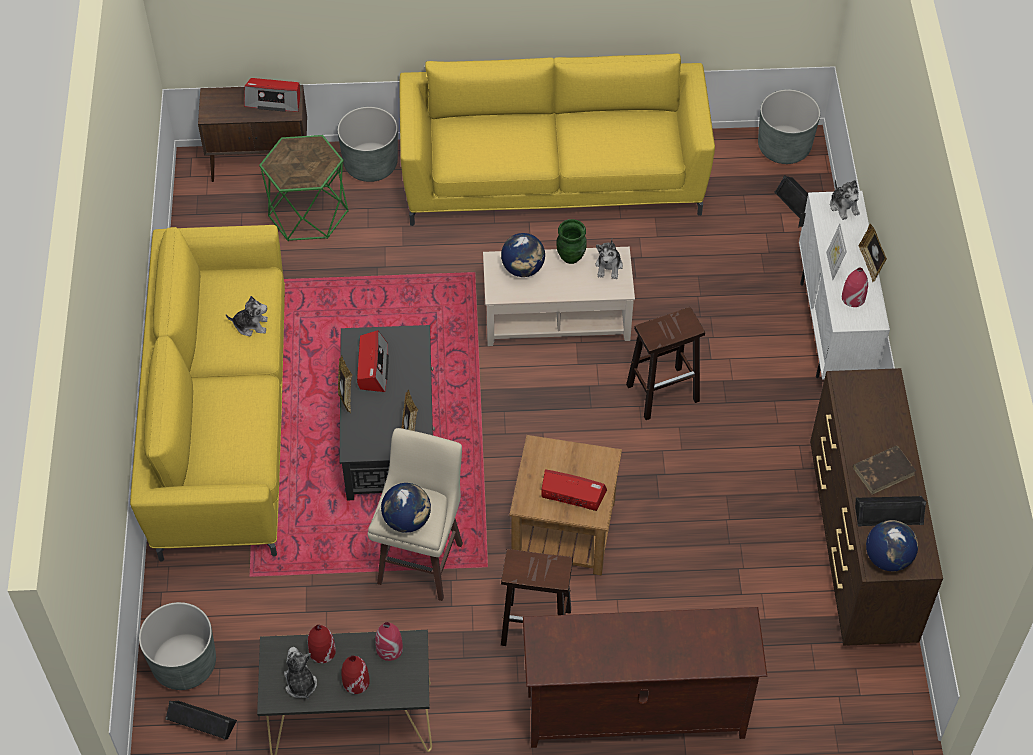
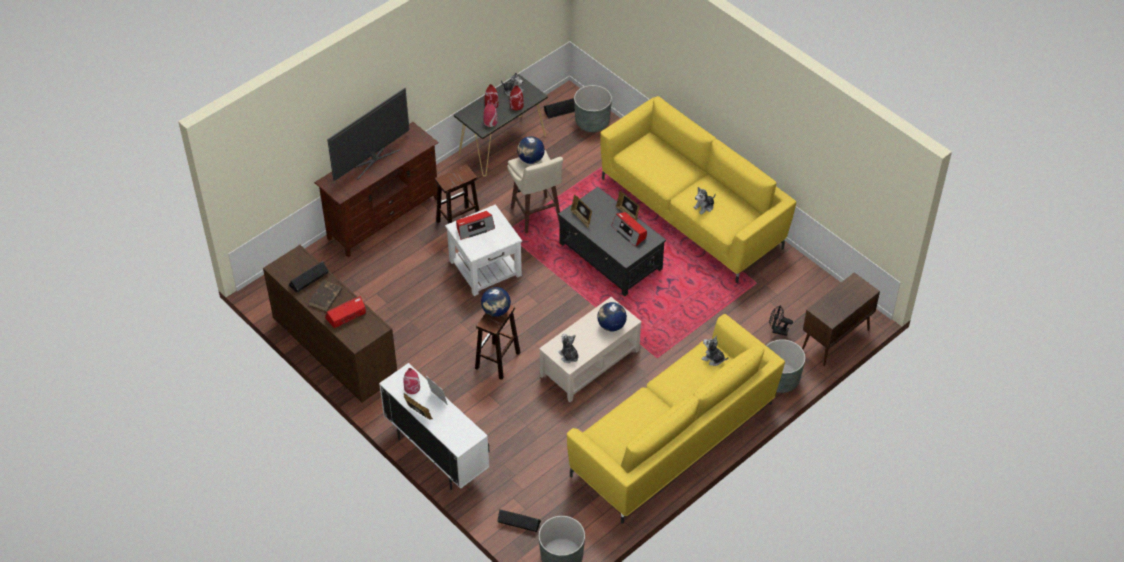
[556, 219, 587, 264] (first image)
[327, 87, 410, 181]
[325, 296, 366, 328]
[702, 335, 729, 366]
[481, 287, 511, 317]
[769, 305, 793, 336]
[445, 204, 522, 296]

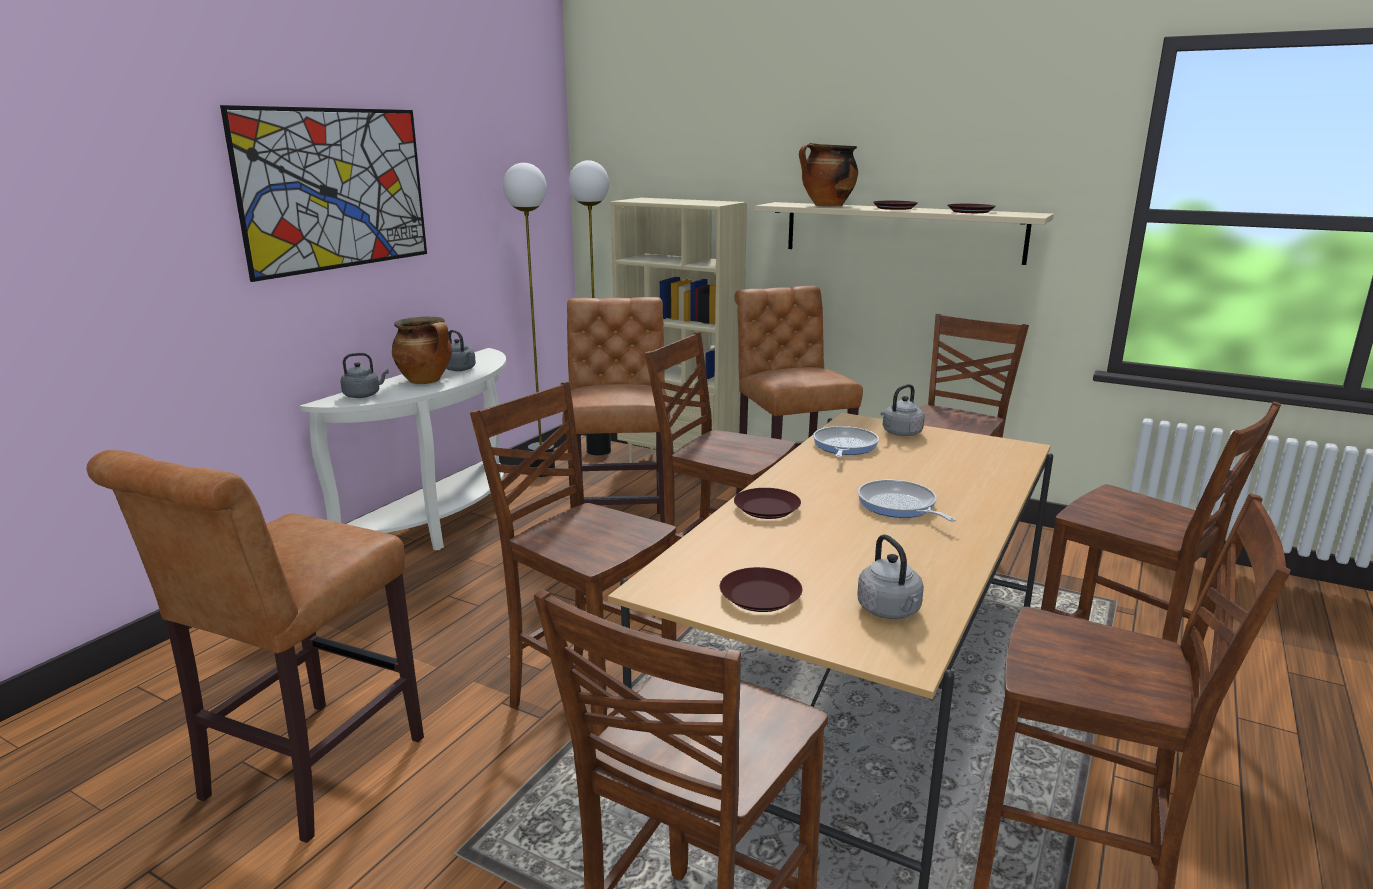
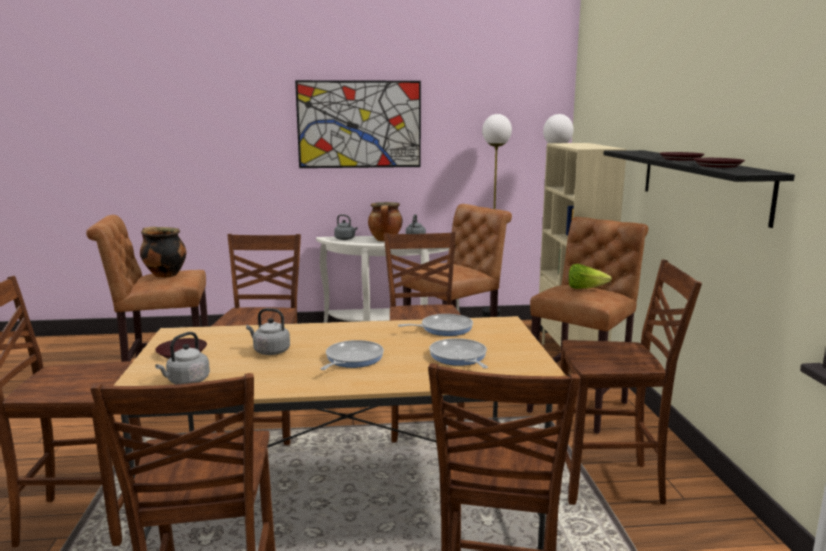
[734, 488, 801, 519] (first image)
[429, 338, 488, 369]
[568, 264, 612, 289]
[140, 227, 186, 278]
[246, 308, 290, 355]
[603, 150, 795, 228]

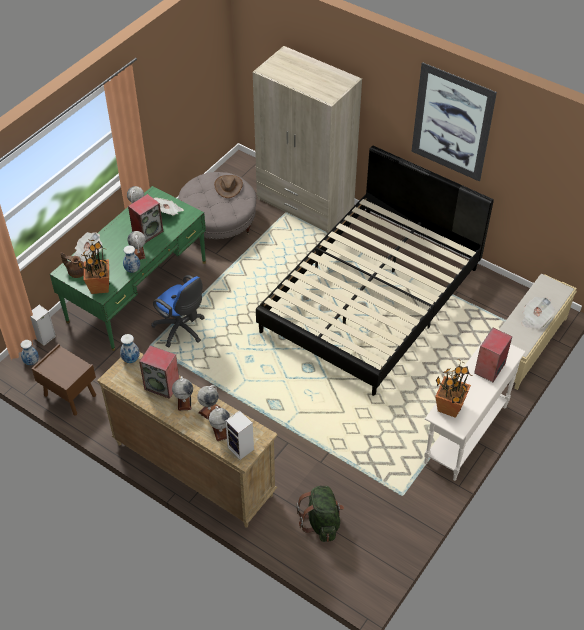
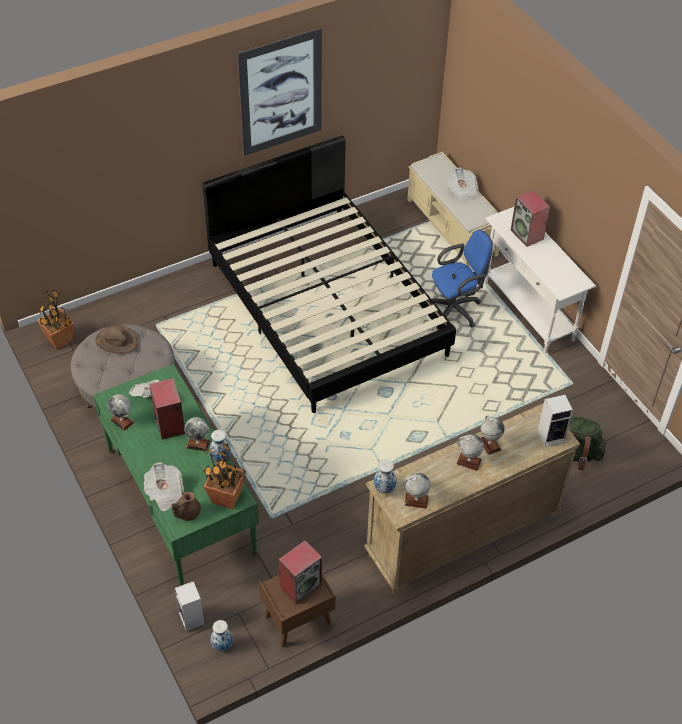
[253, 46, 362, 233] (first image)
[278, 540, 322, 604]
[432, 230, 493, 330]
[404, 473, 431, 508]
[37, 290, 74, 349]

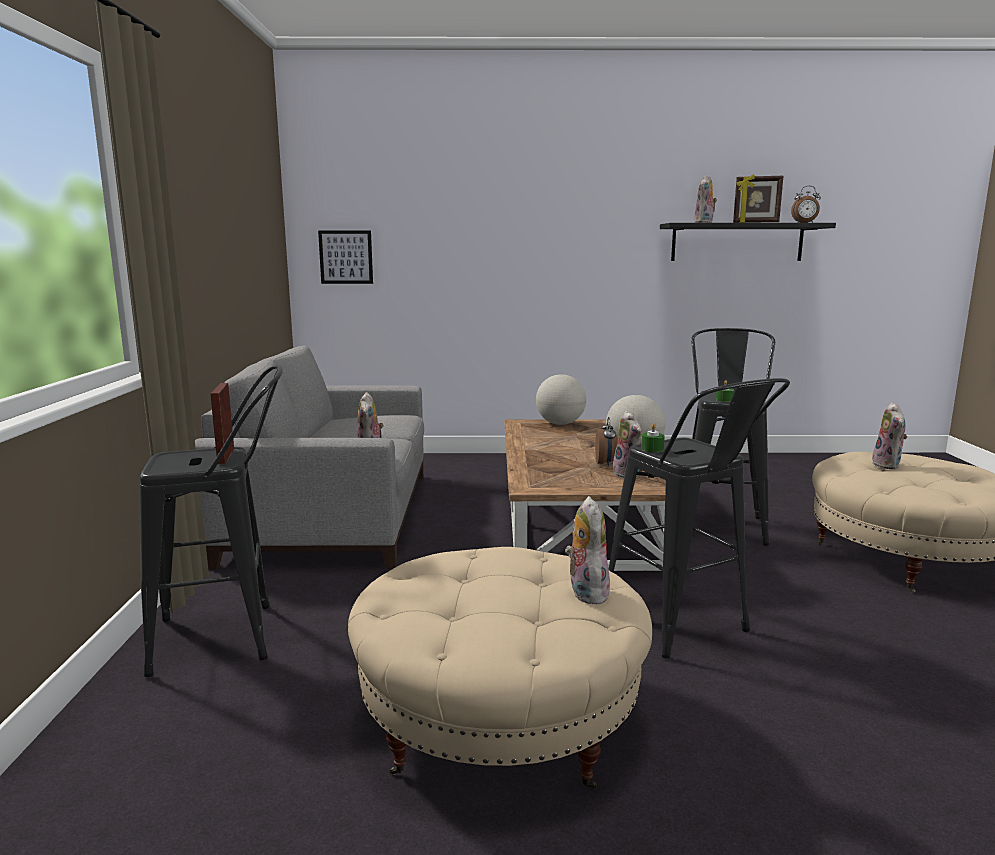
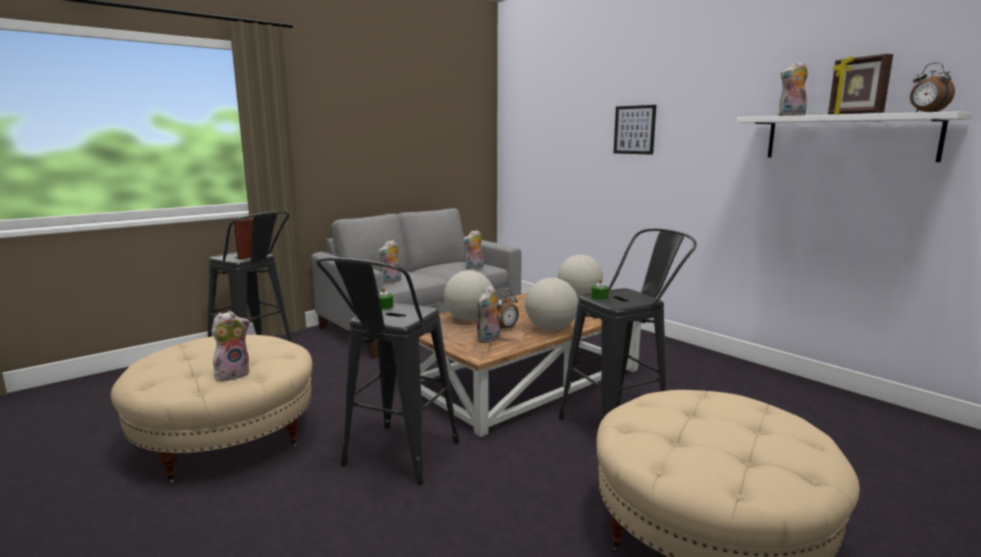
[444, 270, 492, 321]
[614, 105, 656, 155]
[463, 230, 484, 270]
[737, 111, 972, 162]

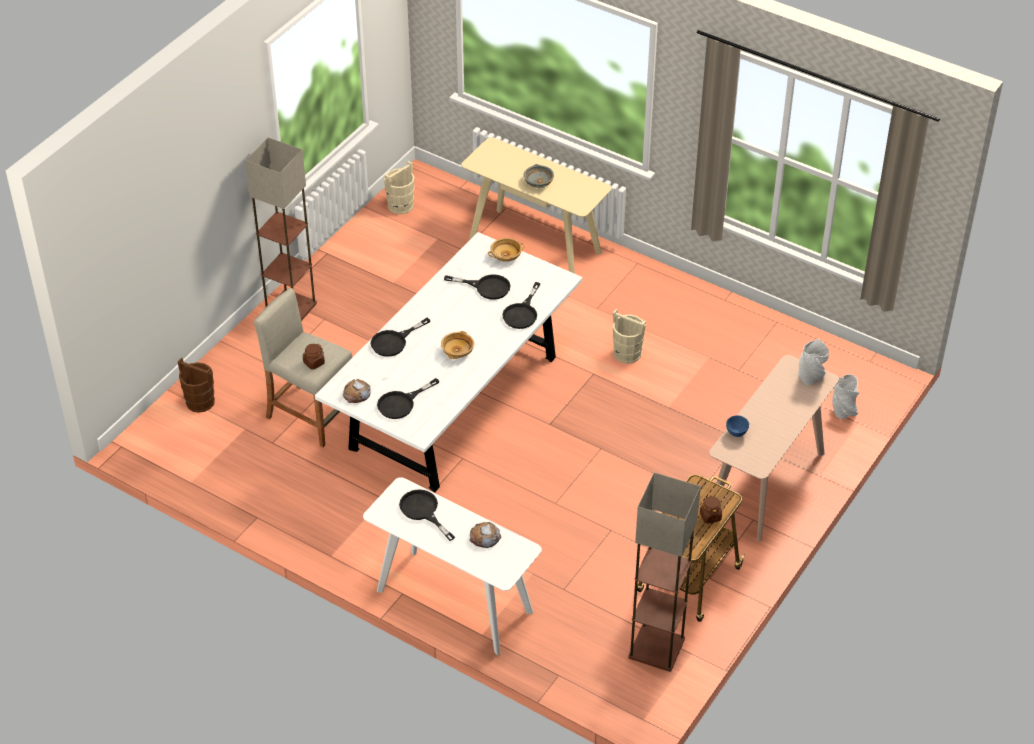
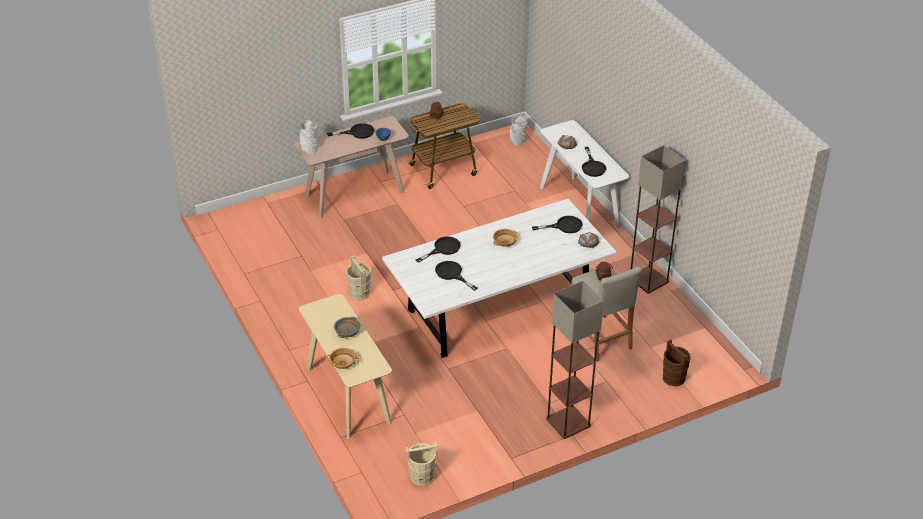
[327, 123, 374, 139]
[326, 348, 359, 369]
[631, 145, 686, 294]
[510, 116, 527, 146]

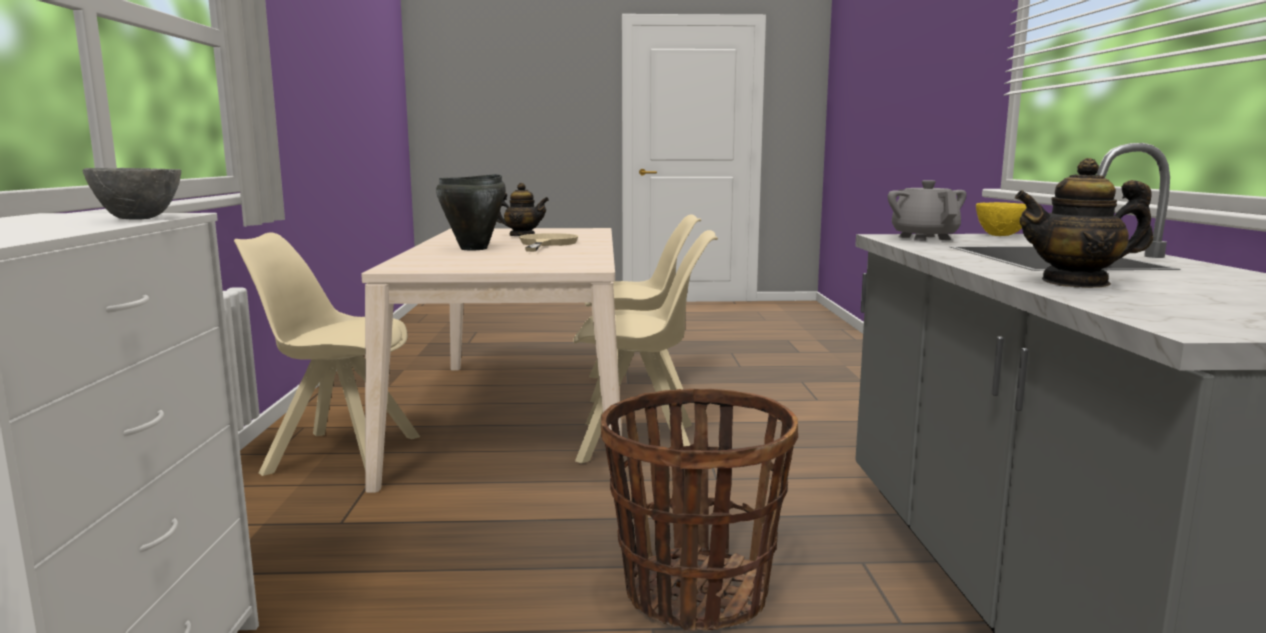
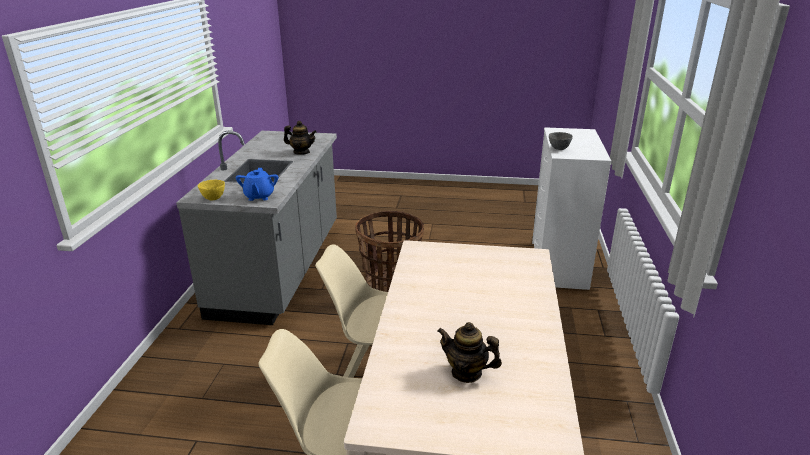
[234, 233, 420, 476] (first image)
[436, 174, 506, 250] (first image)
[519, 233, 579, 252] (first image)
[236, 168, 278, 201]

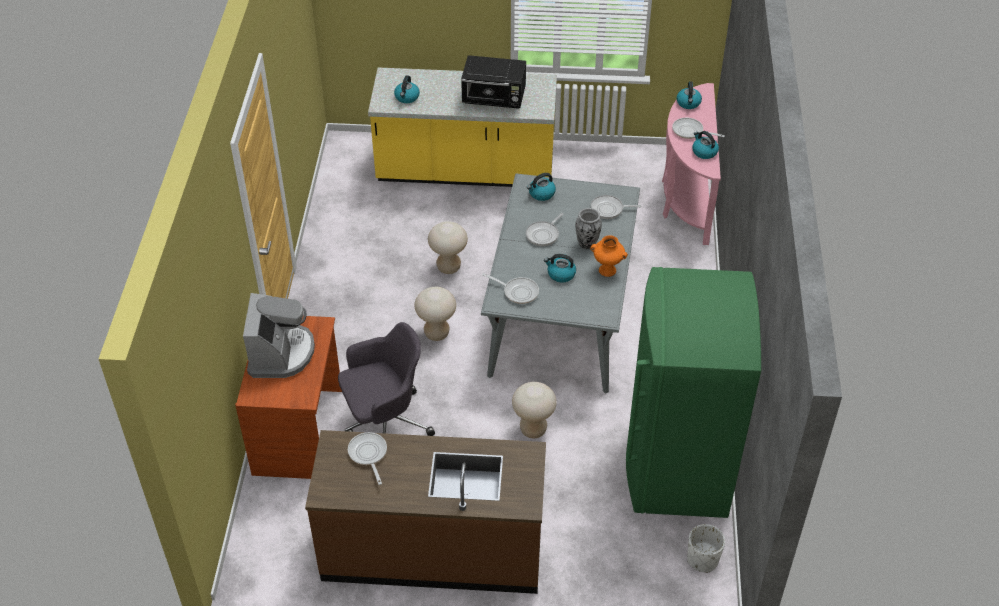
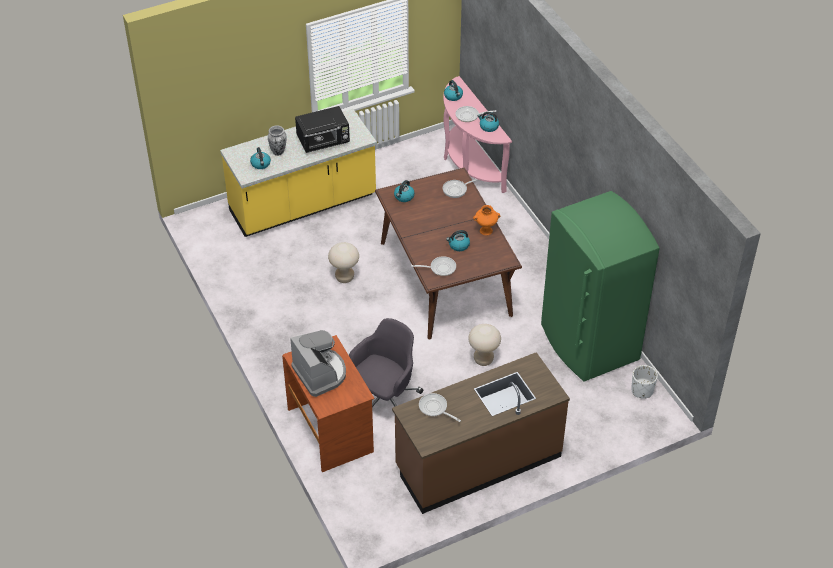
[415, 287, 456, 341] (first image)
[526, 213, 563, 246] (first image)
[268, 125, 286, 156]
[375, 167, 522, 340]

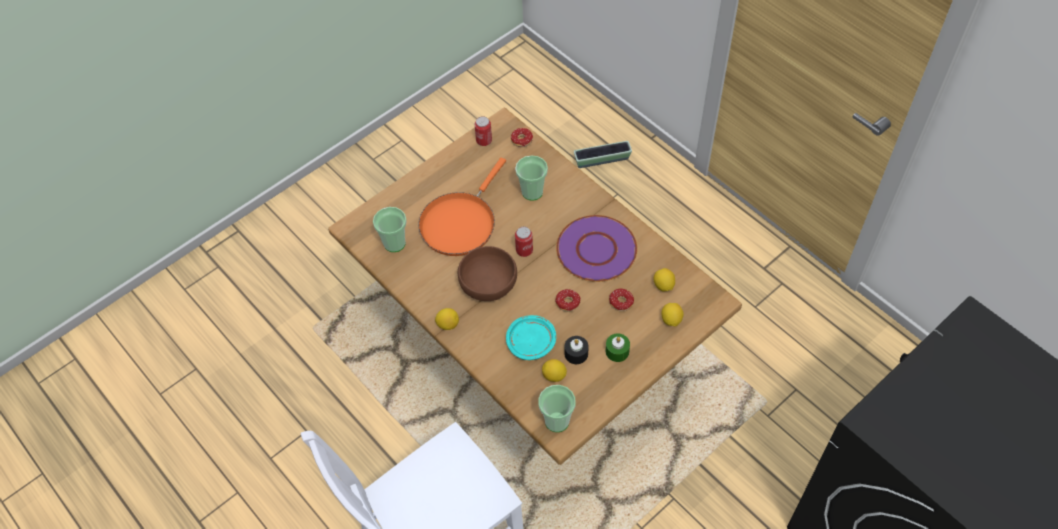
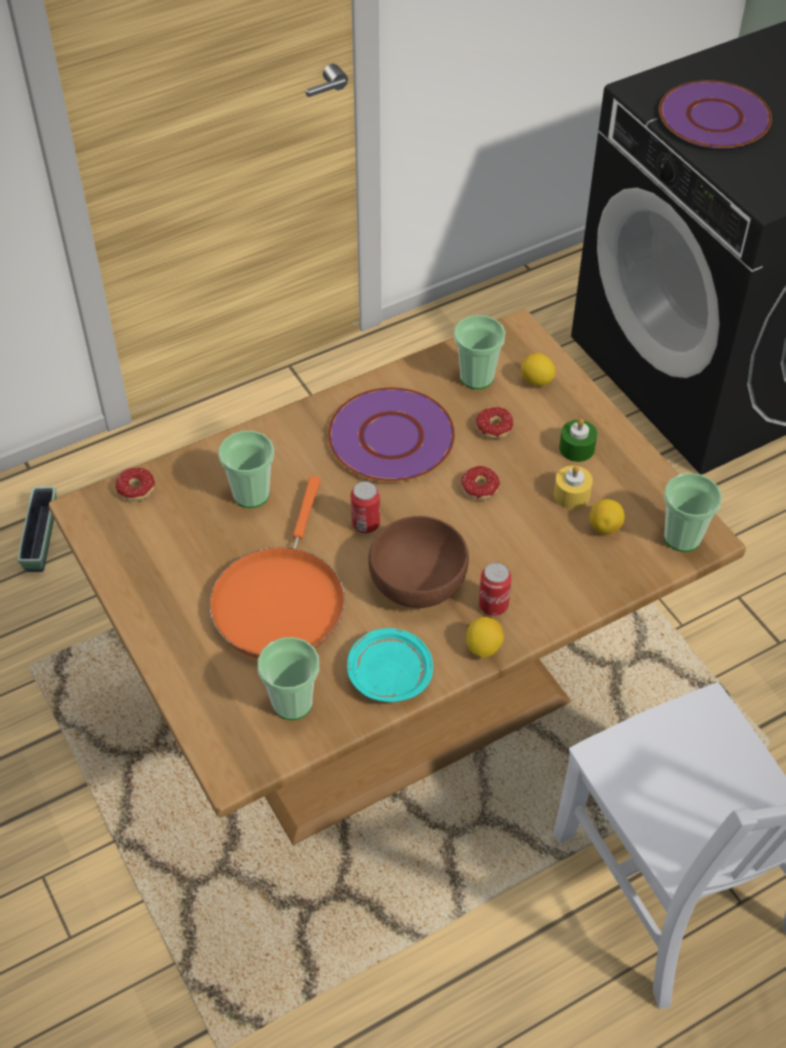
[659, 80, 772, 149]
[479, 562, 512, 616]
[347, 628, 433, 702]
[454, 315, 505, 389]
[554, 466, 593, 509]
[209, 476, 345, 658]

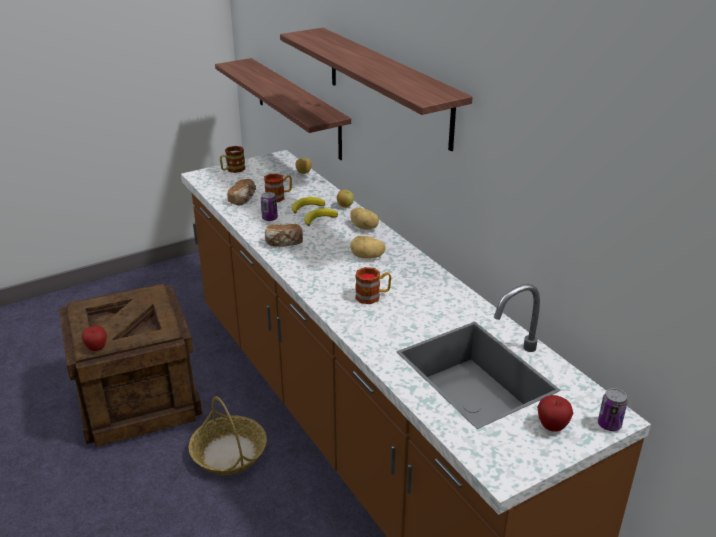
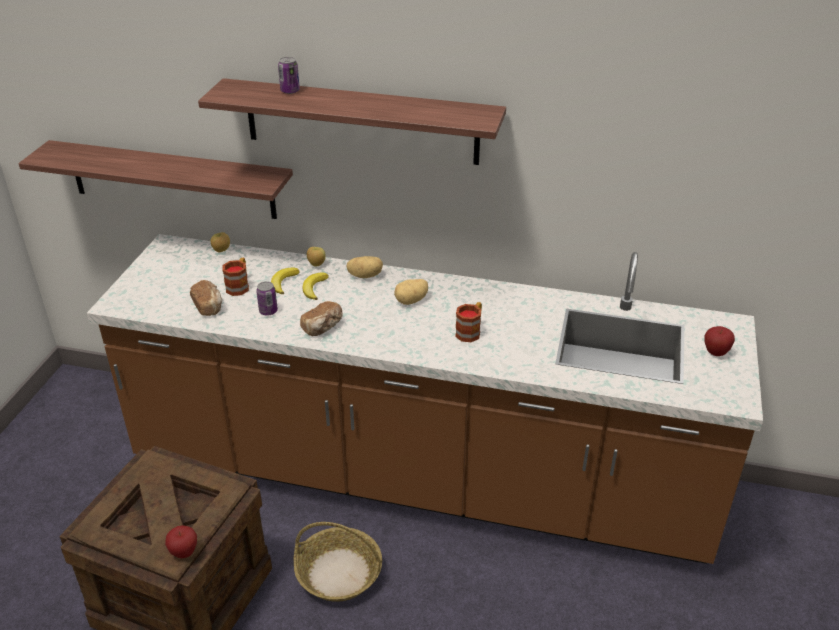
[220, 146, 245, 173] (first image)
[278, 57, 300, 94]

